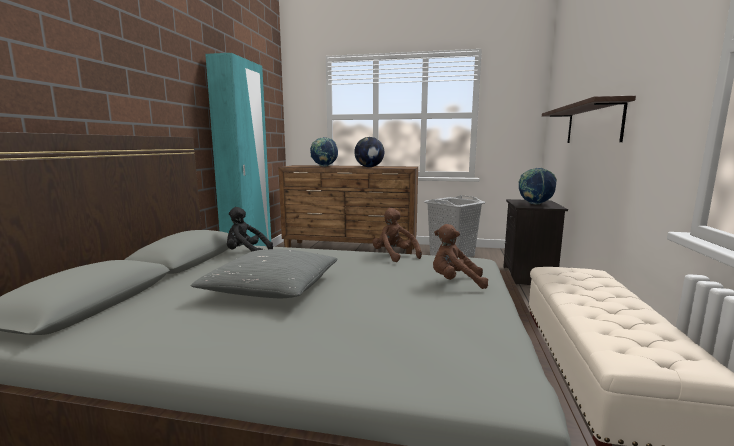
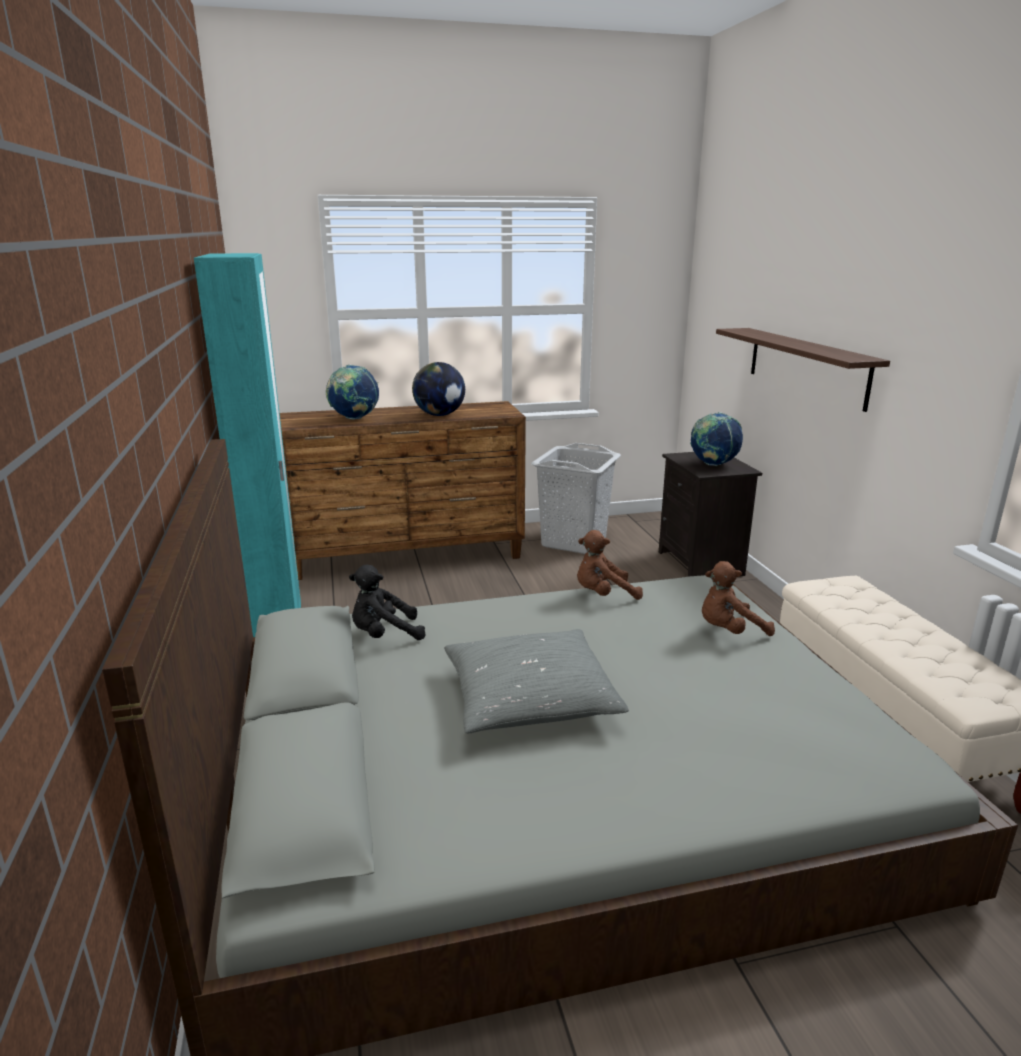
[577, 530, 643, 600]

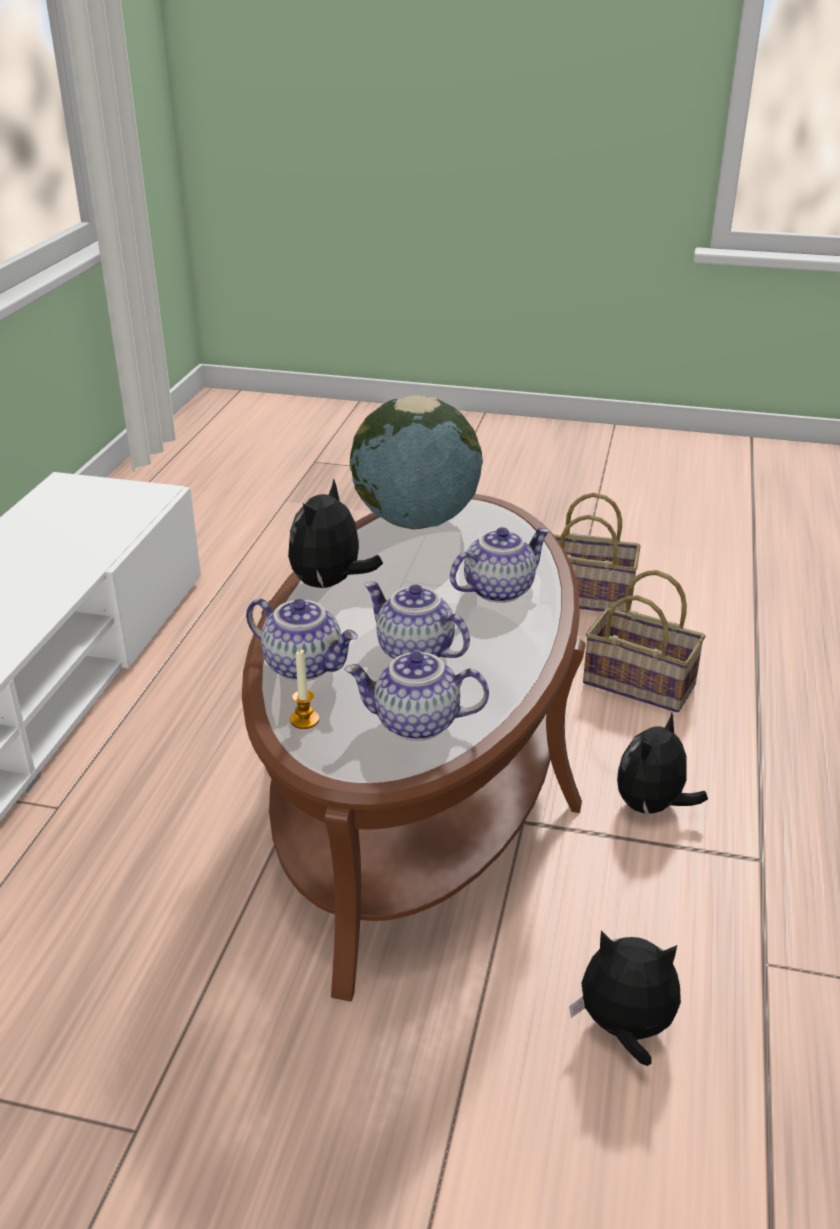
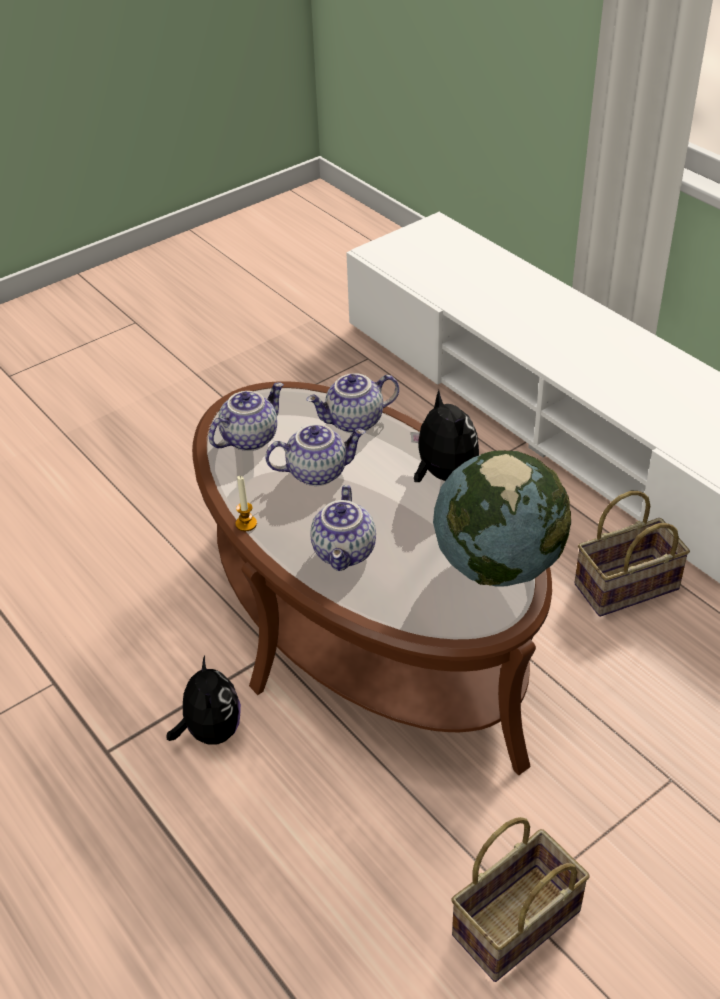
[569, 931, 681, 1066] (first image)
[235, 476, 257, 531]
[574, 491, 690, 617]

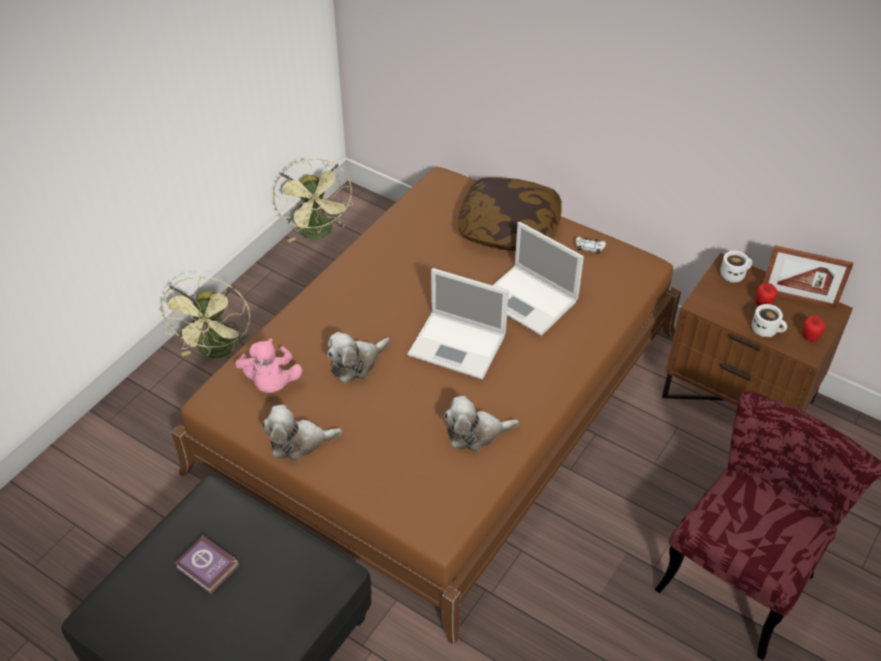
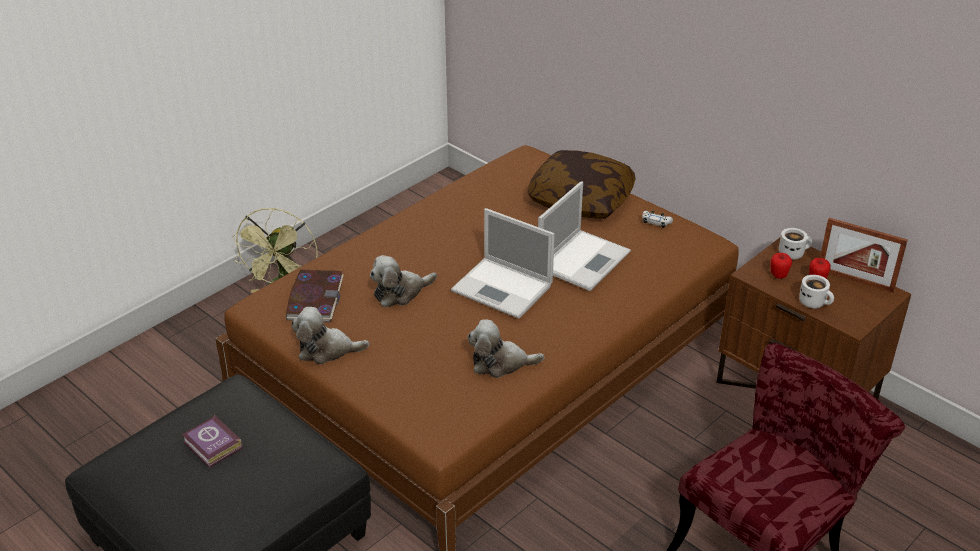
[273, 158, 353, 242] (first image)
[770, 253, 792, 279]
[286, 270, 344, 322]
[538, 182, 631, 291]

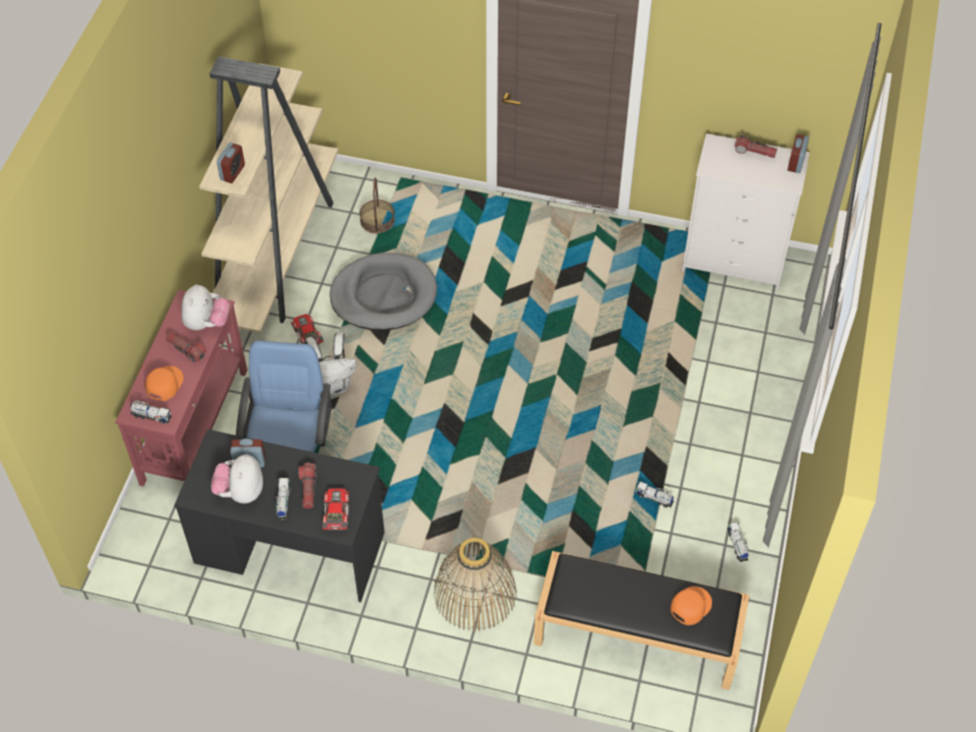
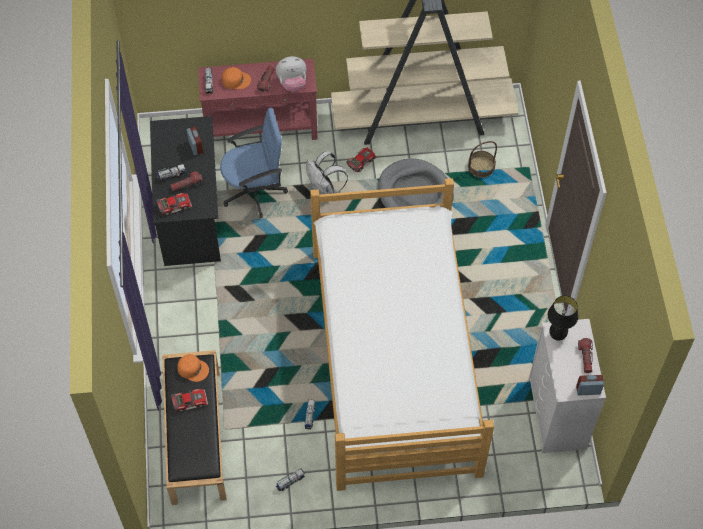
[211, 455, 263, 503] (first image)
[217, 142, 245, 183] (first image)
[434, 537, 517, 632] (first image)
[171, 389, 208, 412]
[310, 178, 494, 491]
[548, 295, 578, 341]
[177, 354, 209, 382]

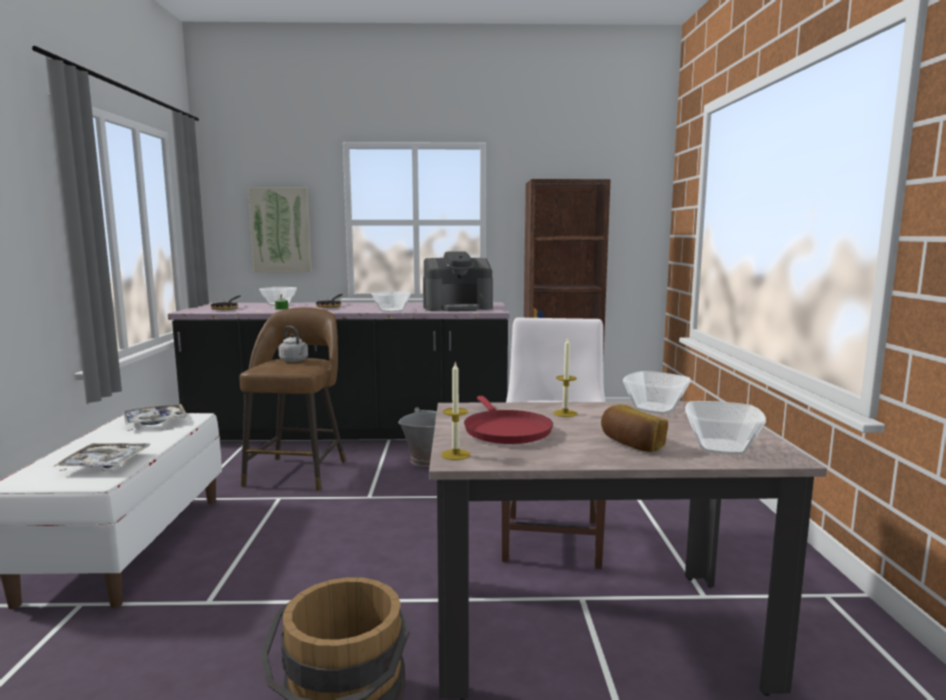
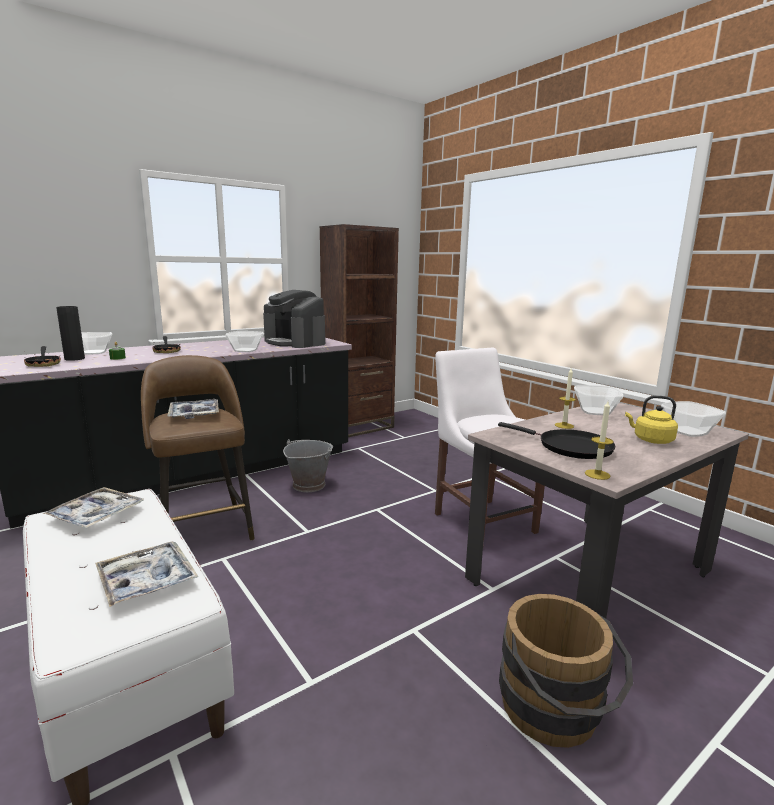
[248, 187, 312, 272] (first image)
[56, 306, 85, 361]
[167, 399, 219, 419]
[625, 395, 678, 444]
[498, 422, 615, 459]
[263, 290, 325, 348]

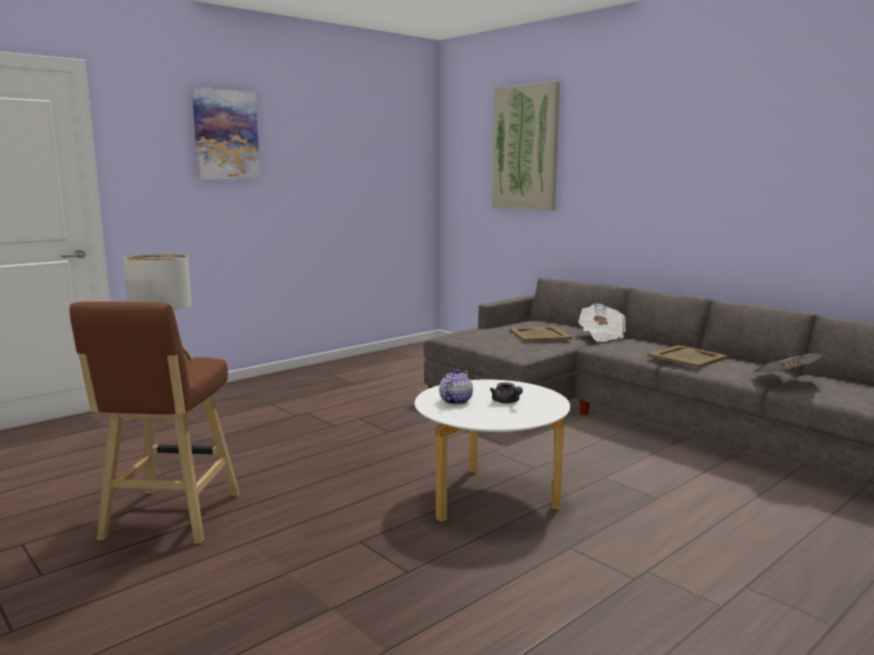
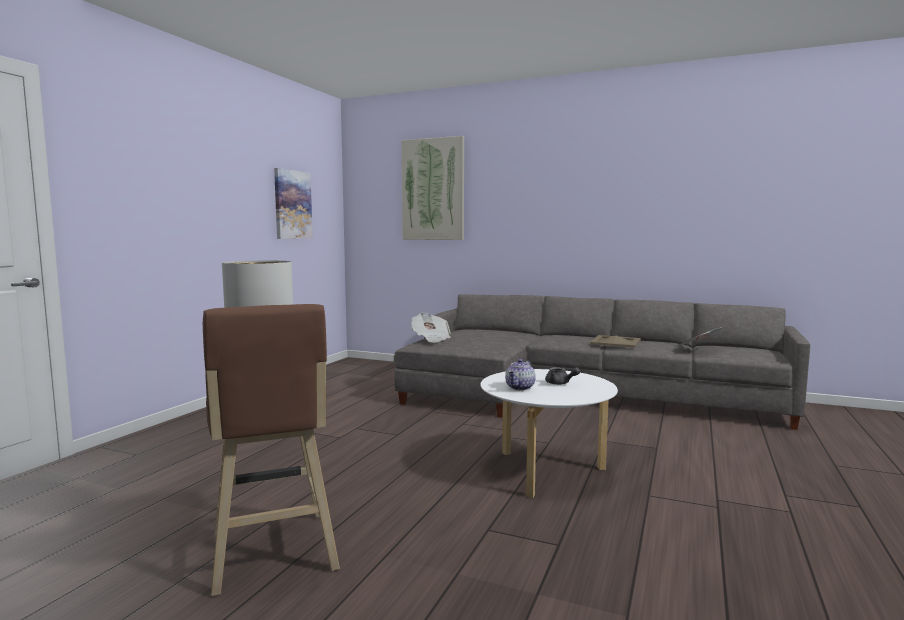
[509, 326, 572, 342] (first image)
[274, 168, 313, 239]
[412, 313, 451, 343]
[505, 359, 536, 390]

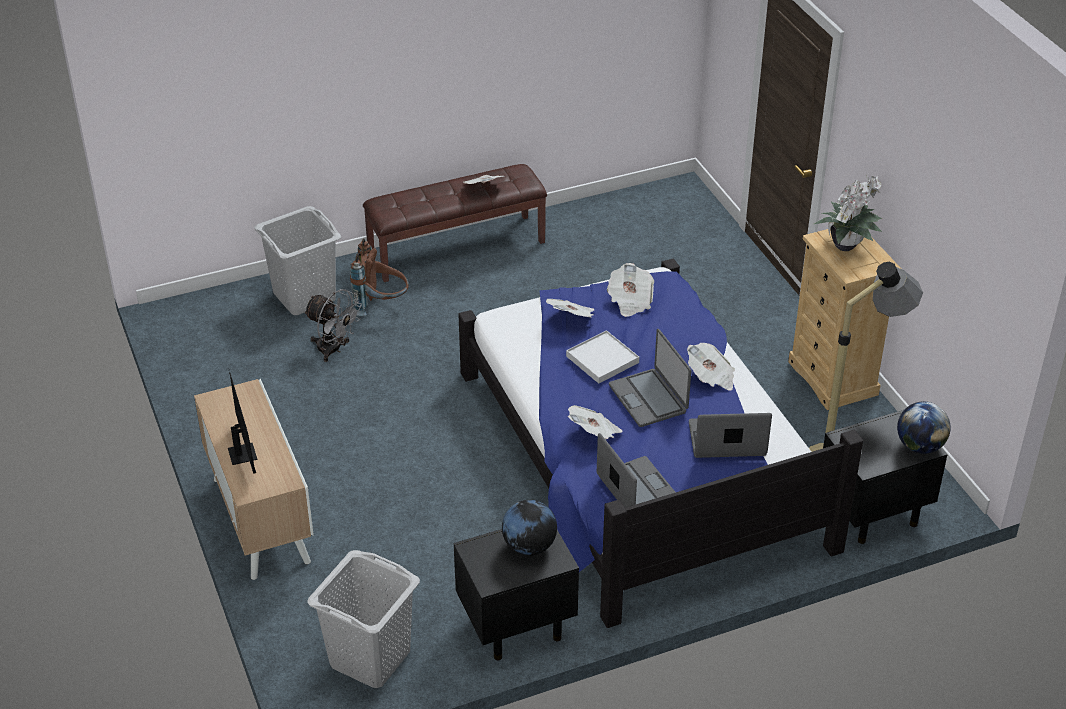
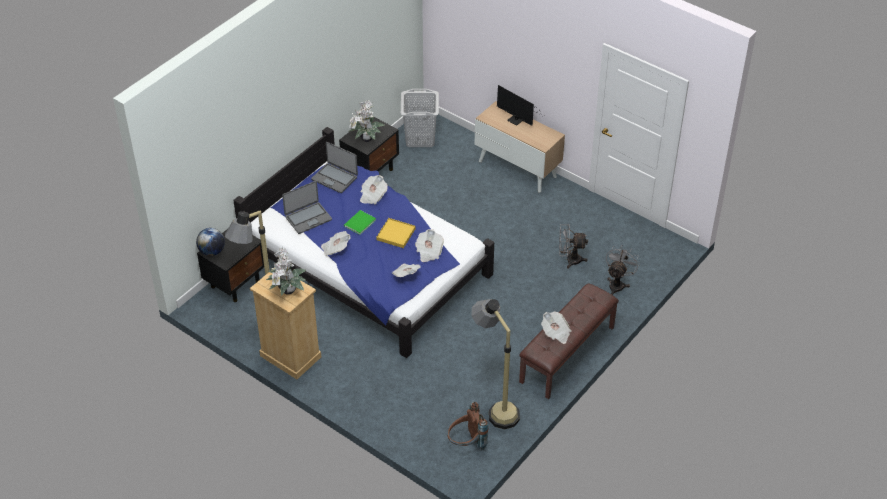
[471, 299, 520, 429]
[447, 402, 488, 450]
[606, 245, 640, 295]
[349, 100, 384, 142]
[344, 210, 376, 235]
[376, 218, 416, 248]

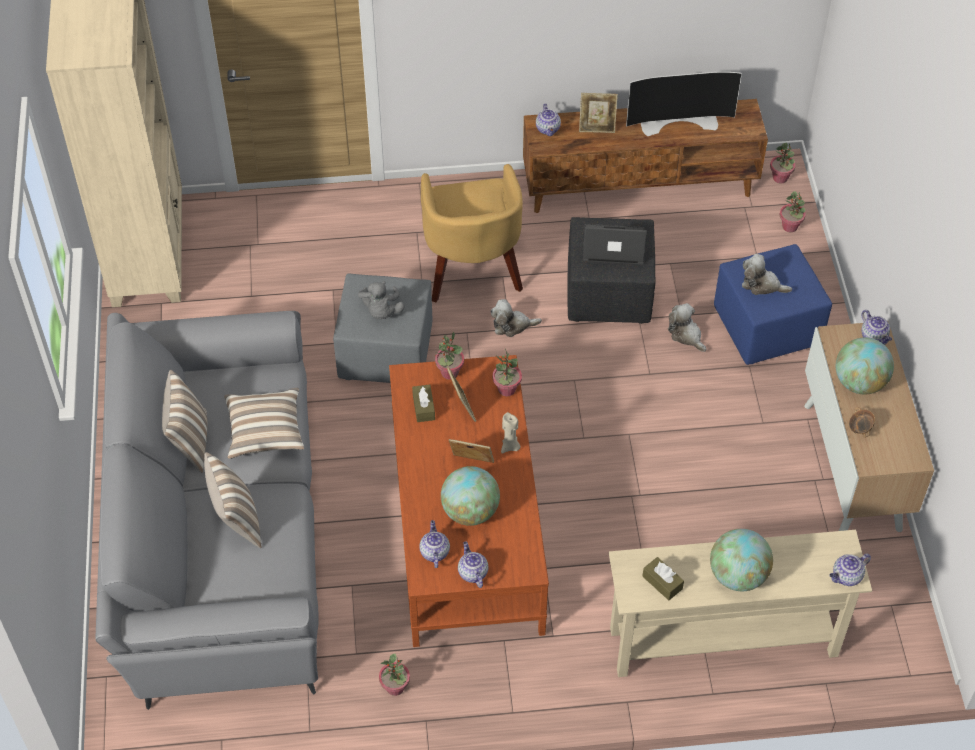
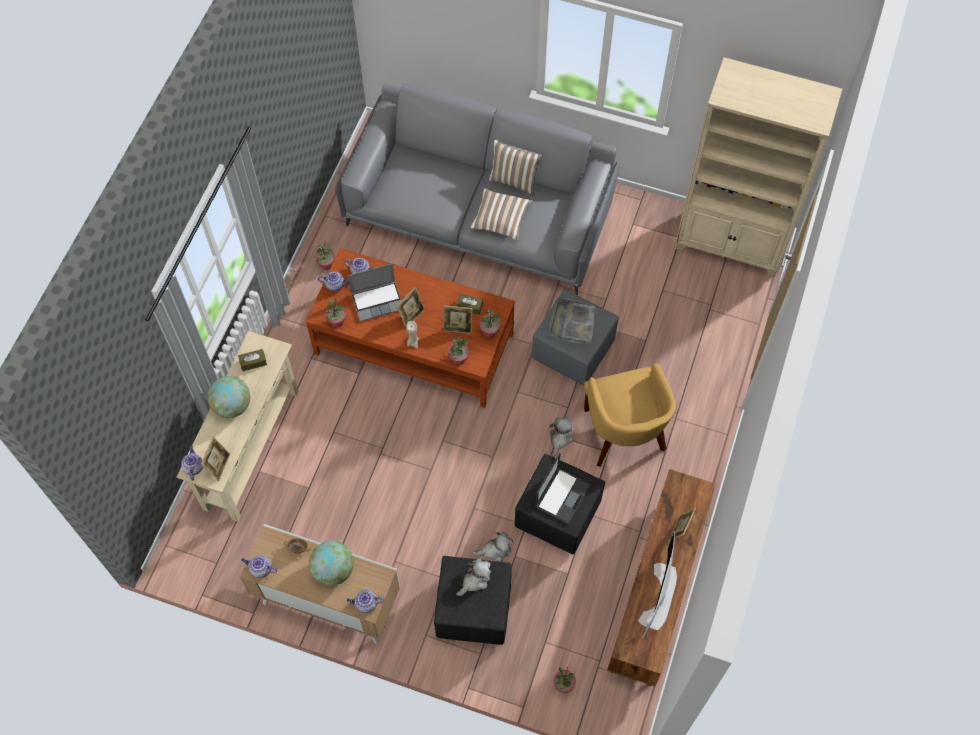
[204, 452, 261, 548] (first image)
[201, 437, 230, 481]
[241, 555, 277, 578]
[325, 297, 347, 328]
[548, 297, 595, 344]
[348, 263, 401, 322]
[434, 556, 512, 645]
[584, 363, 676, 467]

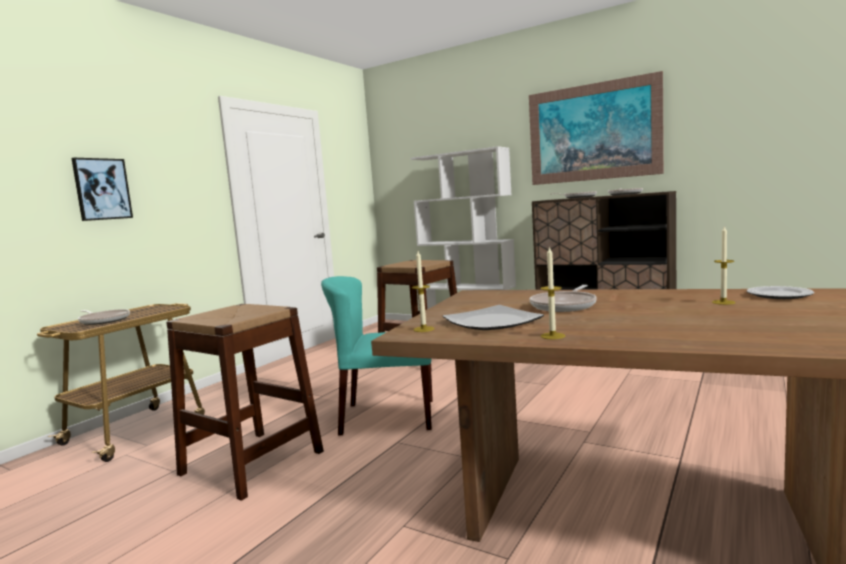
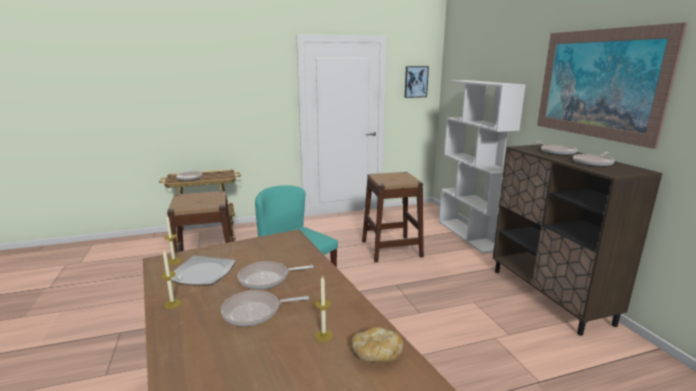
[221, 290, 309, 326]
[405, 66, 429, 98]
[351, 327, 403, 363]

